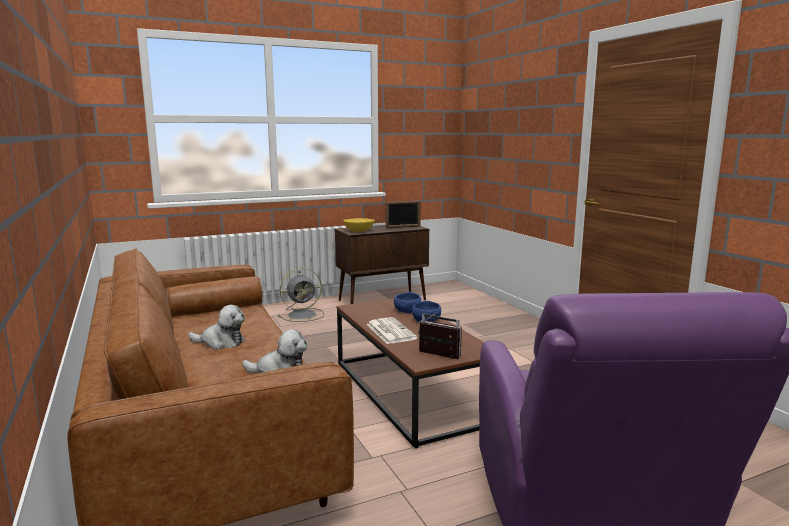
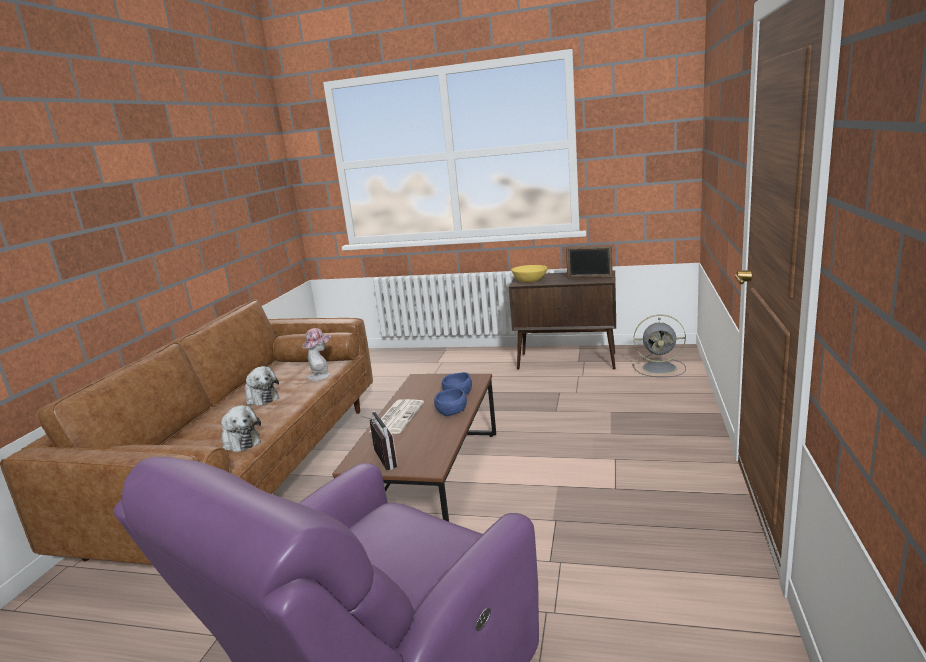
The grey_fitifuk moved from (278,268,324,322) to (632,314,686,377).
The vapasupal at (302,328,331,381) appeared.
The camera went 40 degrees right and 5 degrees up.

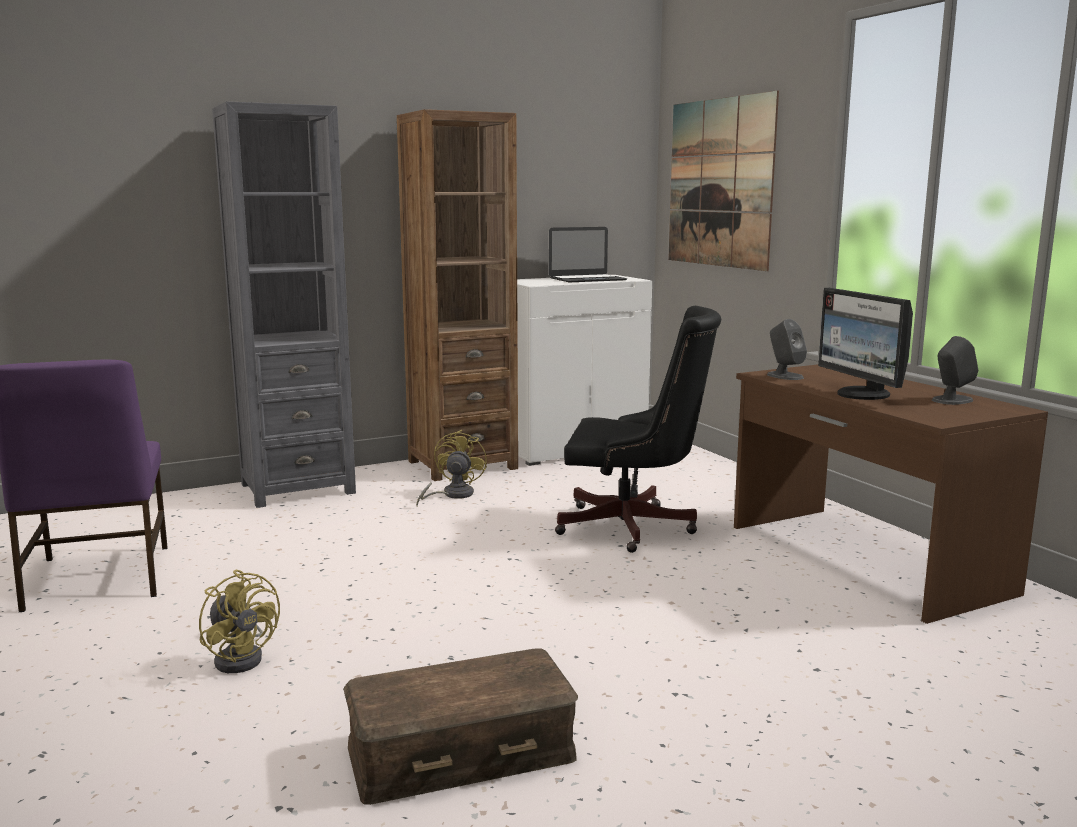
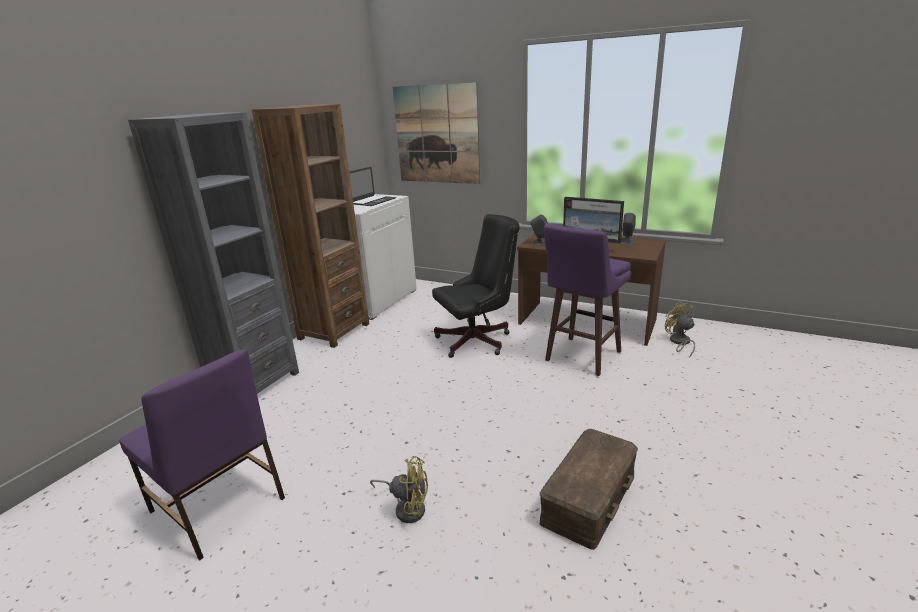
The yellow_fitifuk moved from (416,430,487,506) to (665,301,695,357).
The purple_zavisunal at (544,225,631,376) appeared.
The camera went 35 degrees left and 10 degrees up.

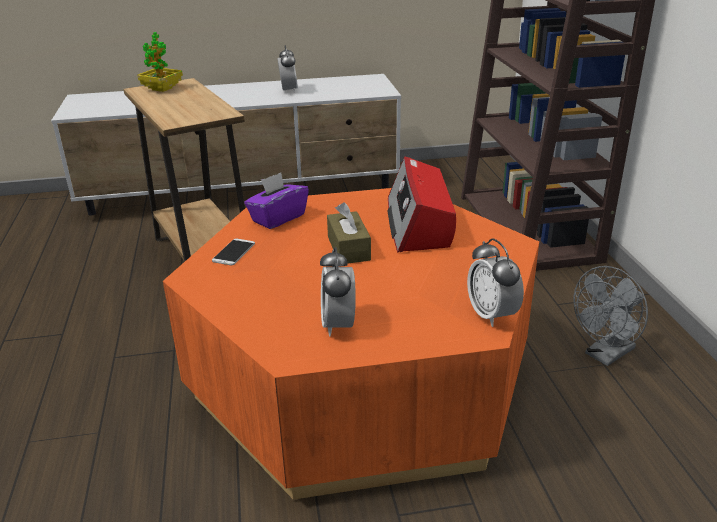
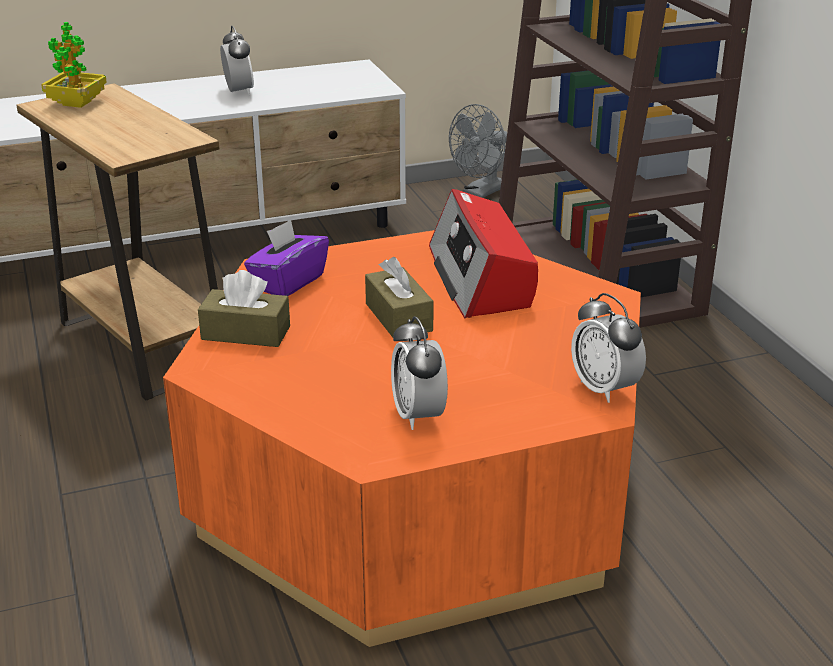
The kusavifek at (212,239,255,265) was replaced by the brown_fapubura at (198,270,290,347).
The grey_fitifuk moved from (573,266,648,366) to (449,104,507,198).
The camera went 10 degrees left and 0 degrees up.

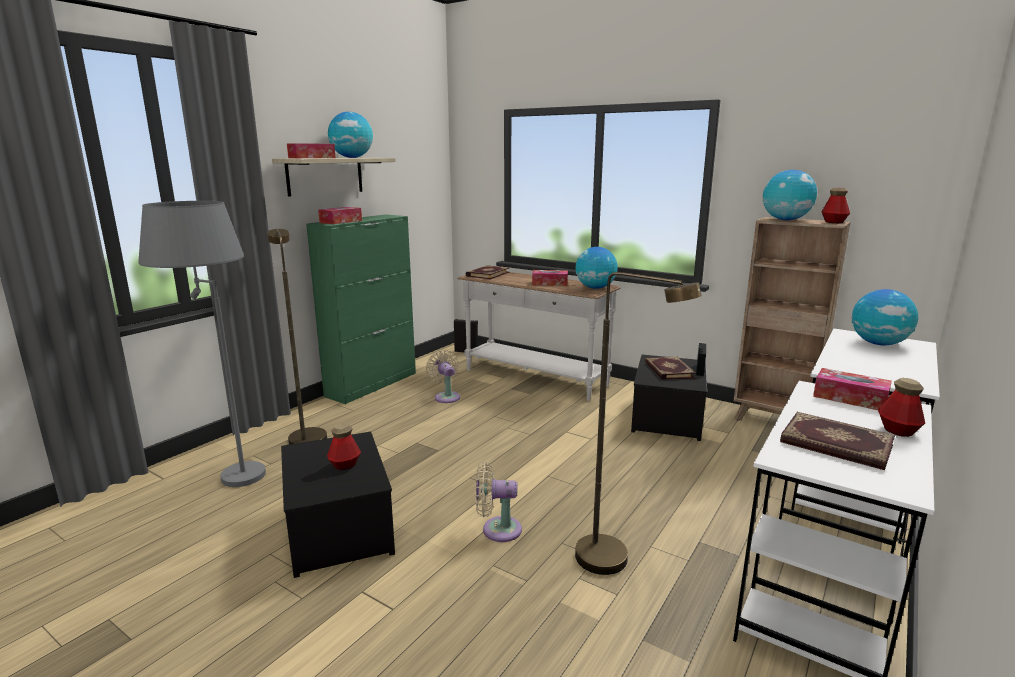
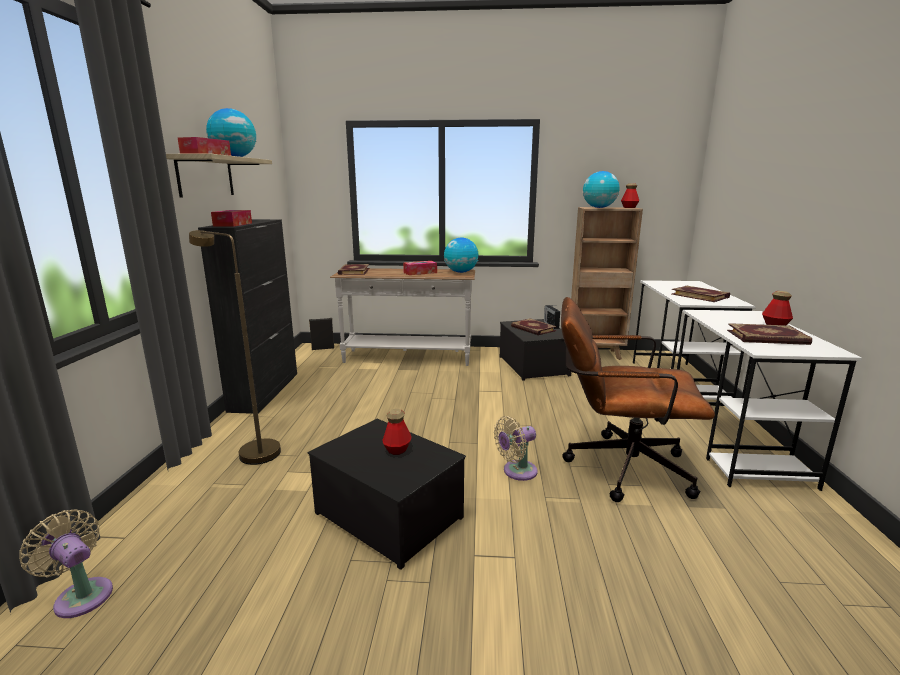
The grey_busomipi at (138,201,266,487) disappeared.
The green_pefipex at (306,214,416,404) became the black_pefipex at (198,219,297,414).
The beige_fitifuk moved from (426,350,460,403) to (19,509,113,618).
The brown_busomipi at (575,272,701,575) was replaced by the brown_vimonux at (561,297,715,502).
The fapubura at (813,368,892,410) disappeared.
The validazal at (851,289,918,345) disappeared.
The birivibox at (672,286,730,302) appeared.
The camera went 30 degrees left and 0 degrees up.

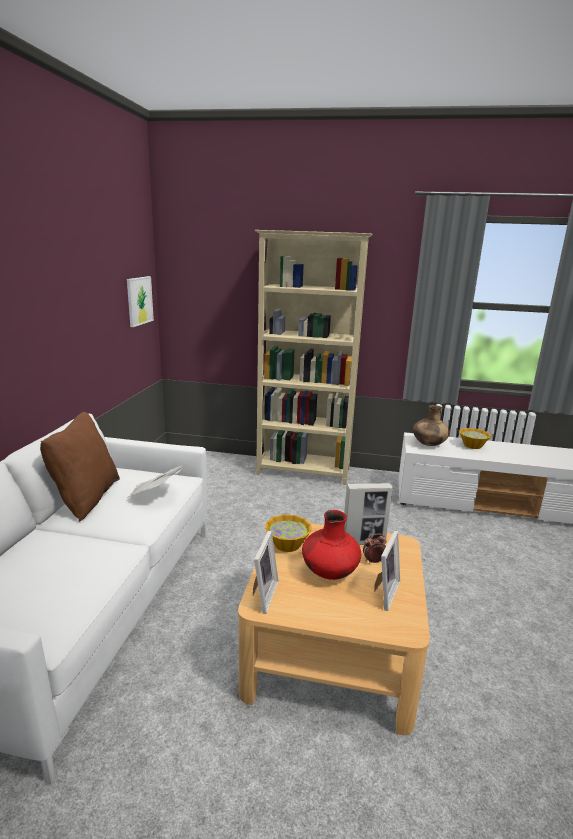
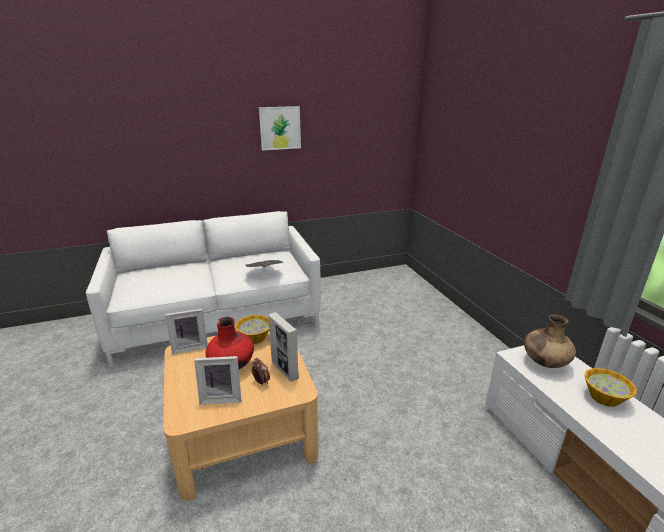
The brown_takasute at (40,412,120,522) disappeared.
The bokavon moved from (127,276,154,327) to (259,106,301,150).
The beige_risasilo at (255,230,373,485) disappeared.
The camera went 60 degrees right and 5 degrees up.

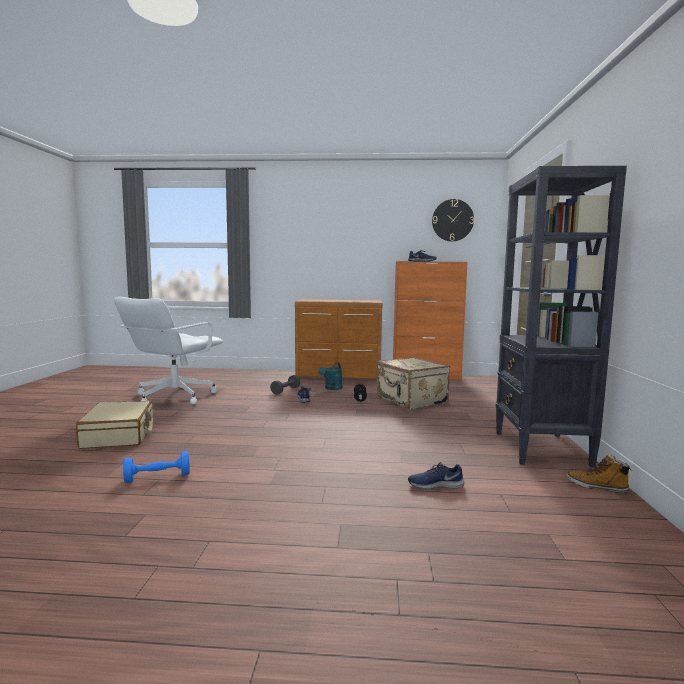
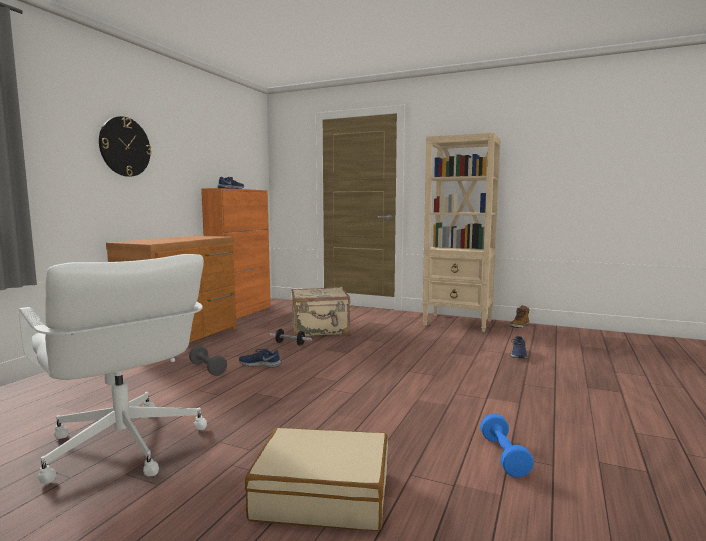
The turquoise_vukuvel at (318,362,342,390) disappeared.
The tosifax moved from (432,199,474,241) to (99,116,152,177).
The black_risasilo at (496,166,627,467) became the beige_risasilo at (422,132,501,332).
The camera went 70 degrees left and 0 degrees up.

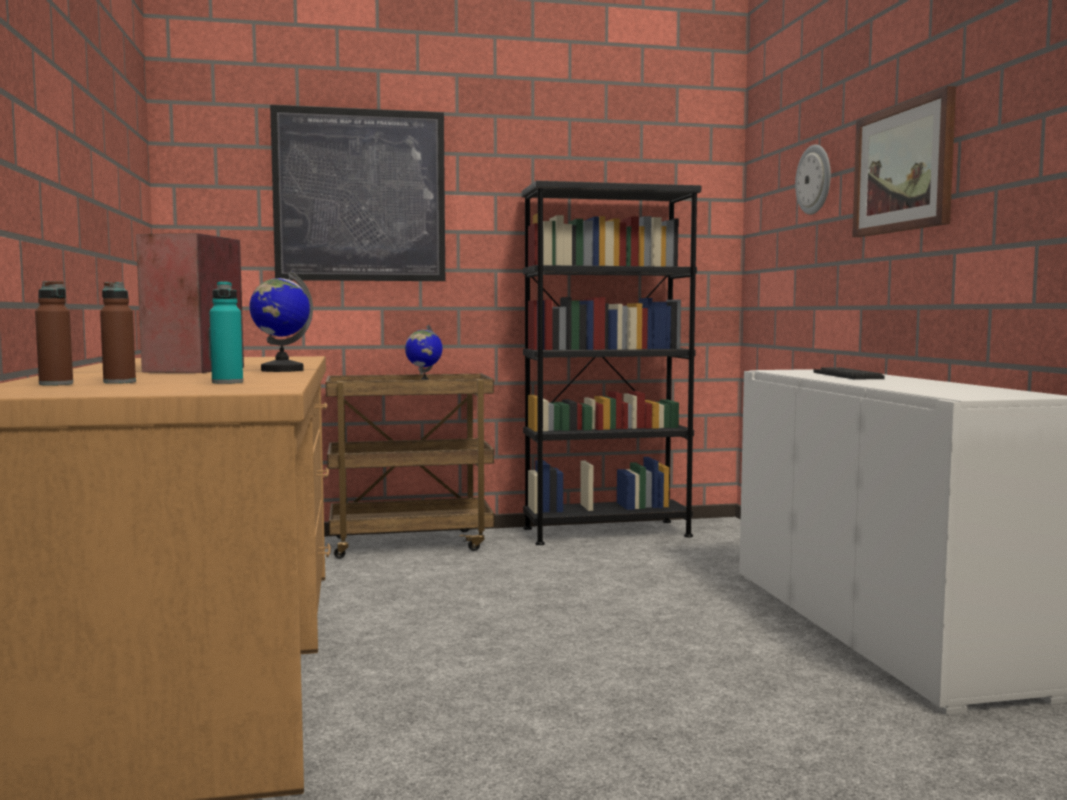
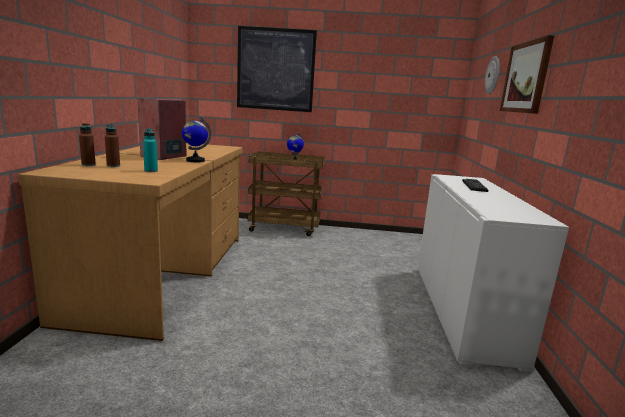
The black_risasilo at (522,180,701,545) disappeared.
The camera went 15 degrees right and 10 degrees up.

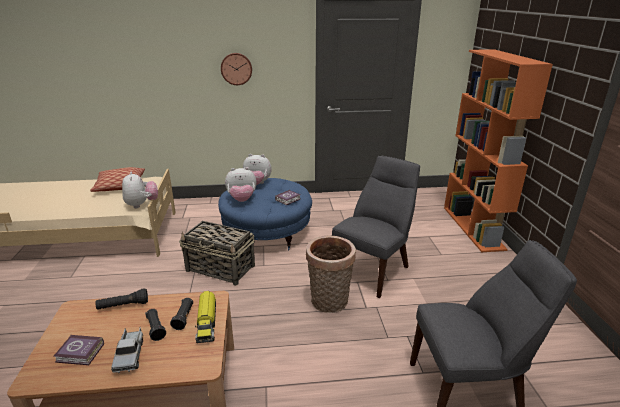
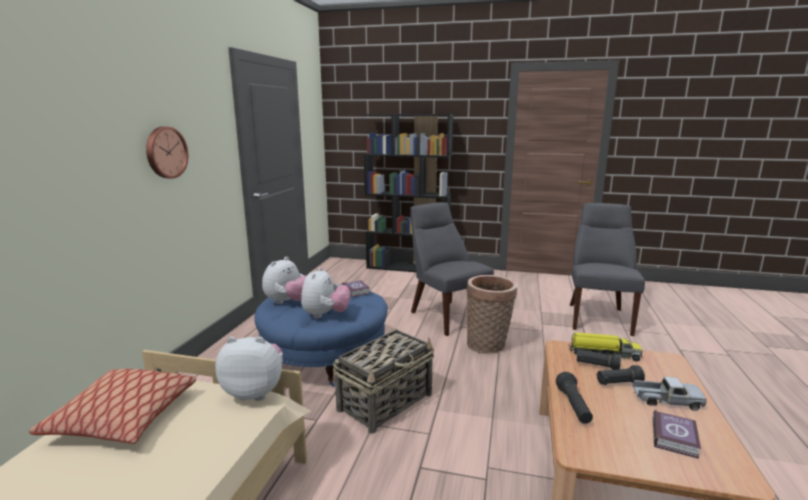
The orange_risasilo at (444,49,553,252) became the black_risasilo at (363,114,453,272).
The camera went 70 degrees left and 10 degrees down.

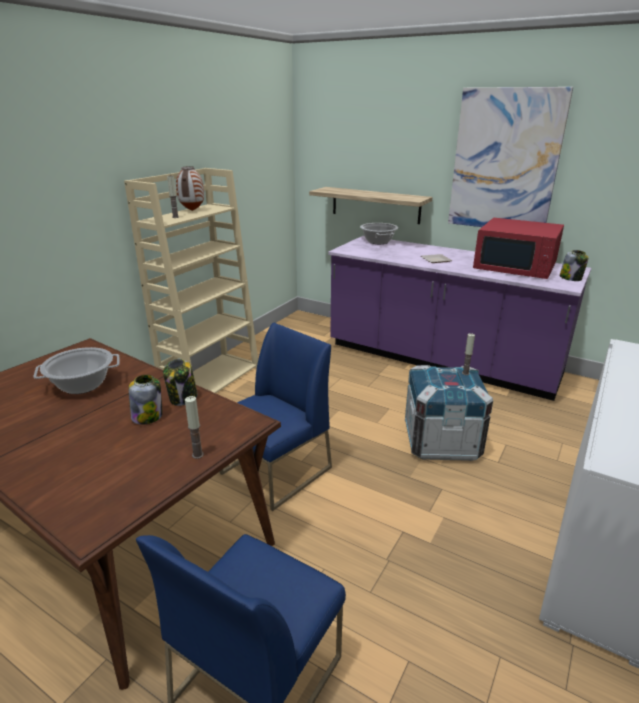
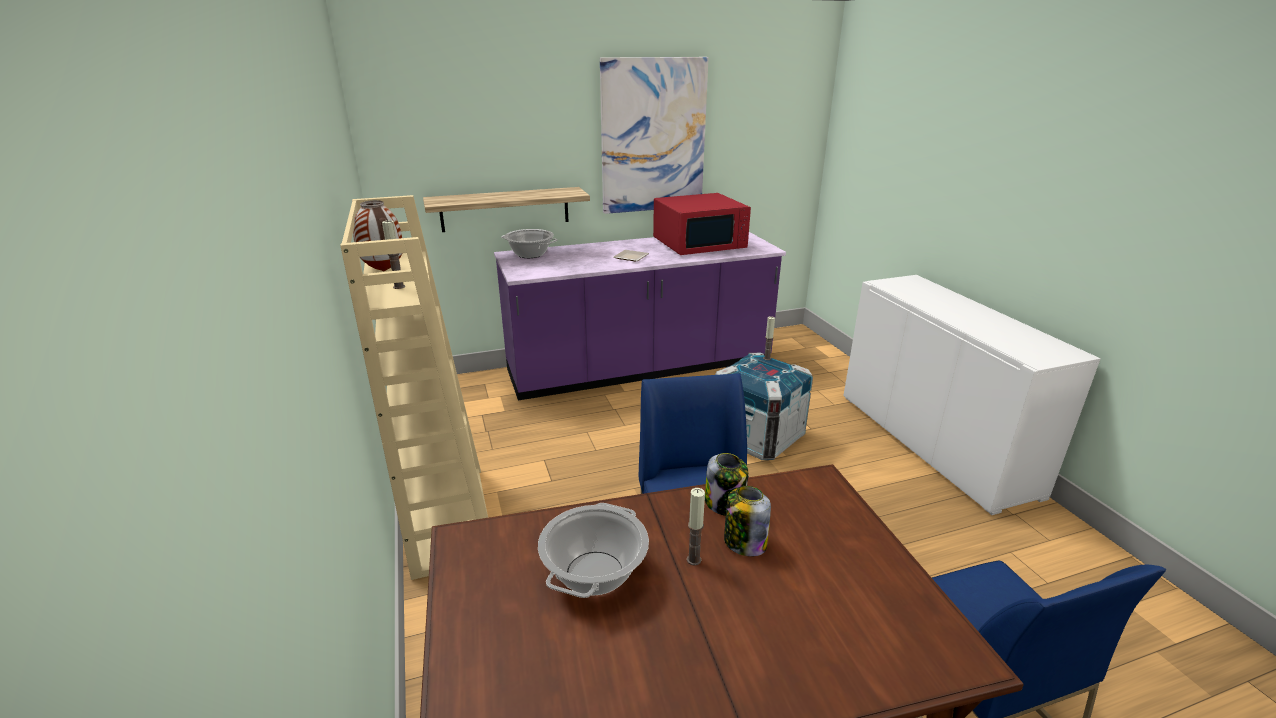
The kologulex moved from (185,396,204,459) to (687,488,705,566).
The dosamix at (560,250,589,281) disappeared.
The camera went 50 degrees left and 0 degrees up.

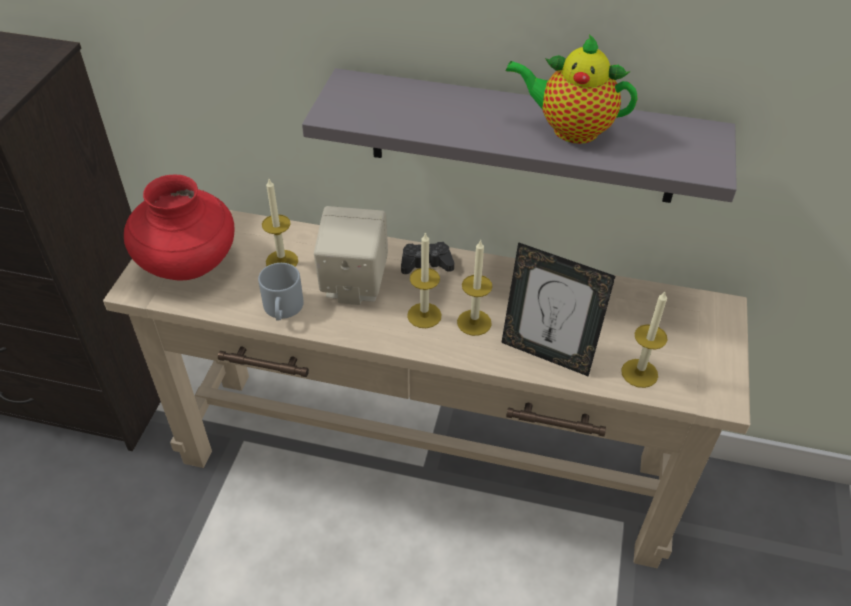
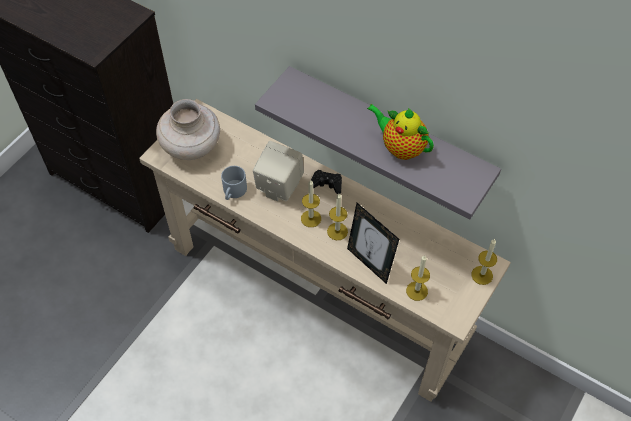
The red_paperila at (124,174,235,281) became the beige_paperila at (156,99,220,160).
The kologulex moved from (262,179,298,267) to (471,239,497,285).
The camera went 20 degrees right and 10 degrees up.

